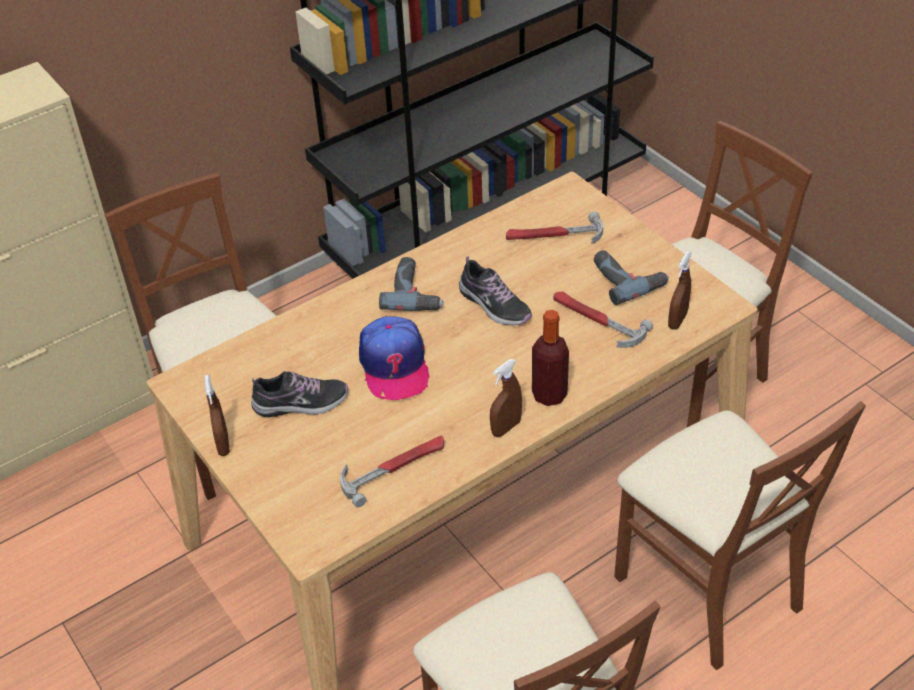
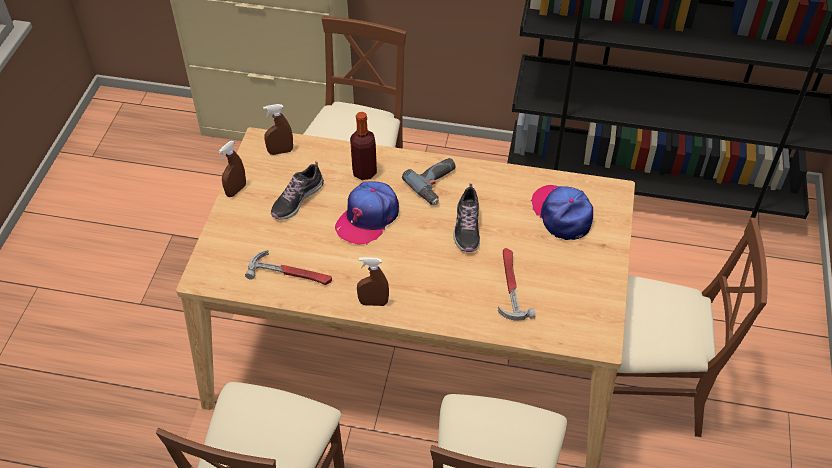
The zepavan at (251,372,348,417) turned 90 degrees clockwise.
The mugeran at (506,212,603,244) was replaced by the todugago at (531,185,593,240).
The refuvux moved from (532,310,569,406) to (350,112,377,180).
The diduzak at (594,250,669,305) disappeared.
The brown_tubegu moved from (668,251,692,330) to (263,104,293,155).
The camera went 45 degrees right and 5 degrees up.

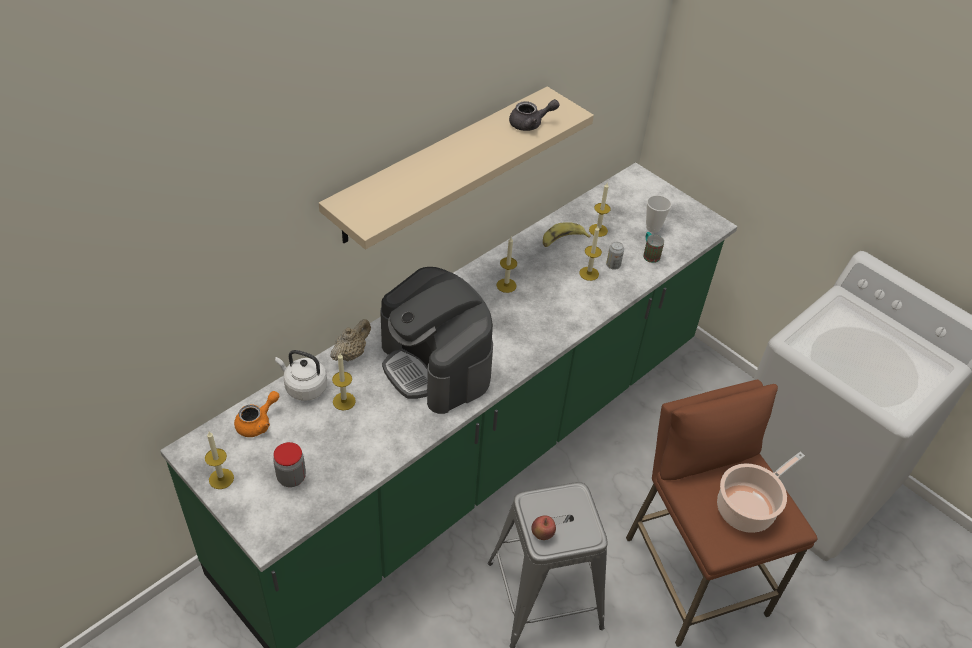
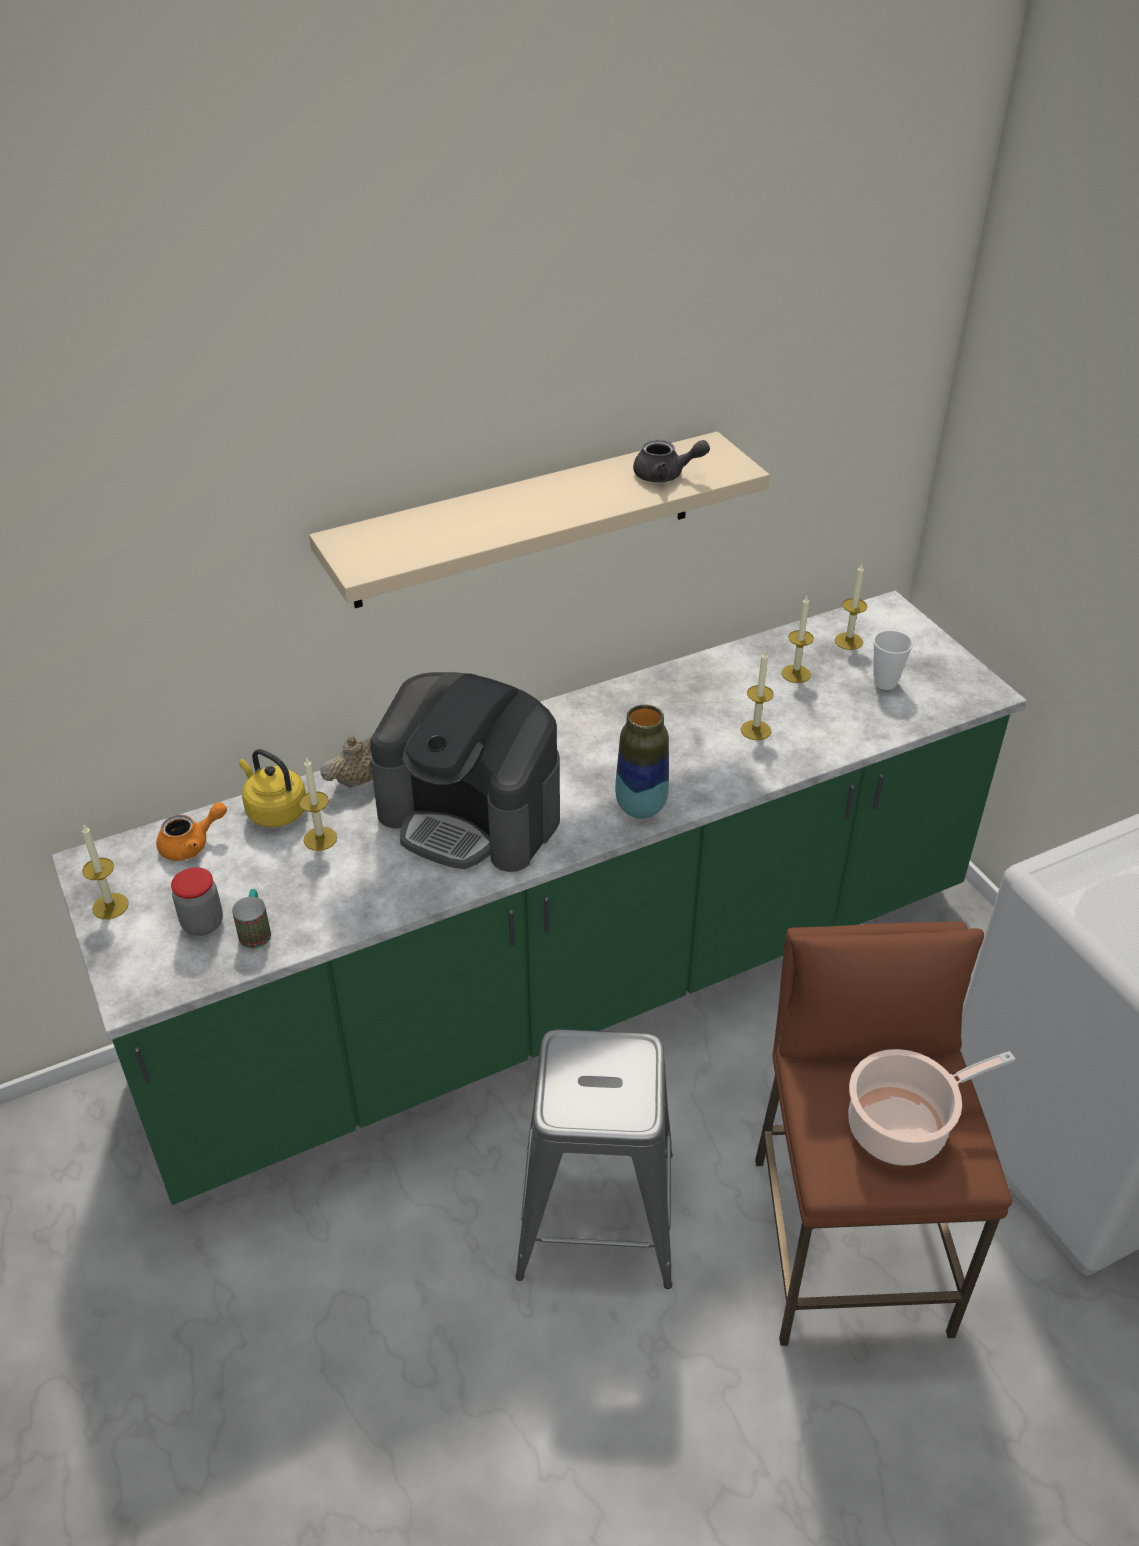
The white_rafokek at (275,350,327,401) became the yellow_rafokek at (239,749,306,827).
The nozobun at (380,267,493,414) turned 45 degrees counterclockwise.
The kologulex moved from (496,238,517,293) to (834,564,867,650).
The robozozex at (531,516,556,540) disappeared.
The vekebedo at (543,222,591,247) disappeared.
The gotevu at (606,242,624,270) disappeared.
The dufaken moved from (643,232,664,263) to (232,889,271,949).
The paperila at (615,705,669,819) appeared.
The camera went 20 degrees right and 5 degrees down.

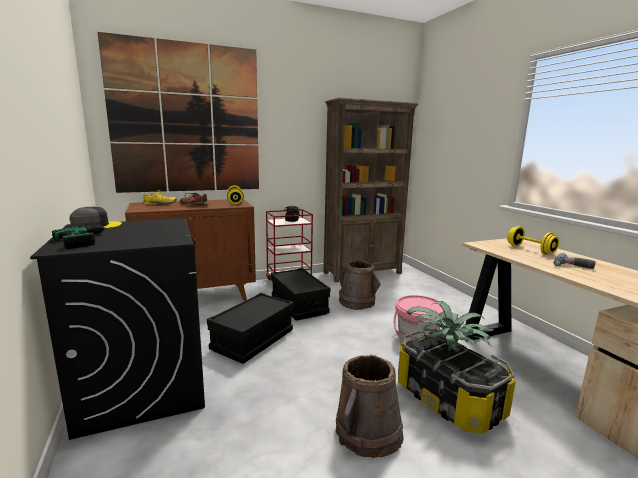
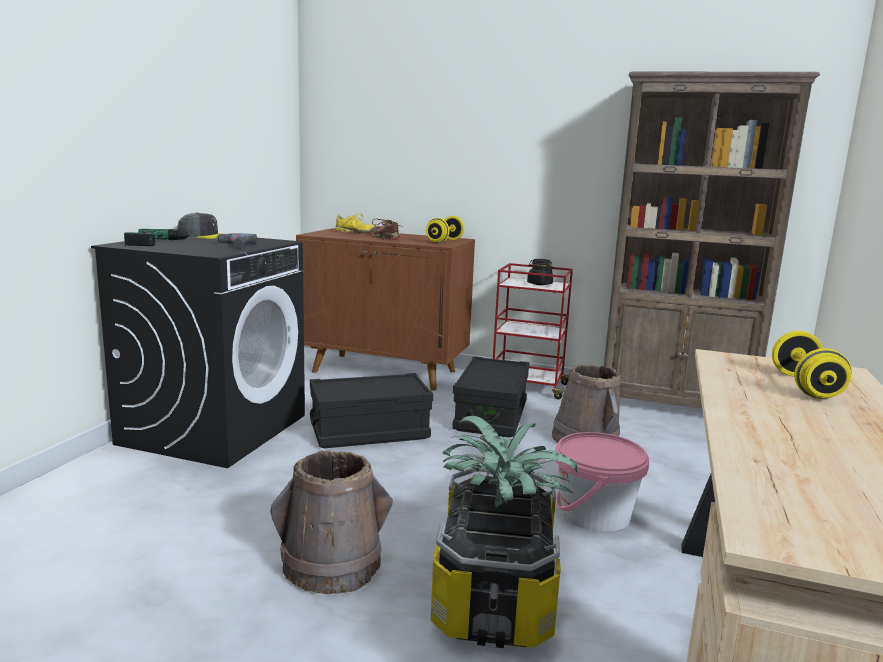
The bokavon at (97,32,259,193) disappeared.
The diduzak moved from (554,253,596,269) to (216,233,257,249).
The camera went 40 degrees right and 0 degrees up.

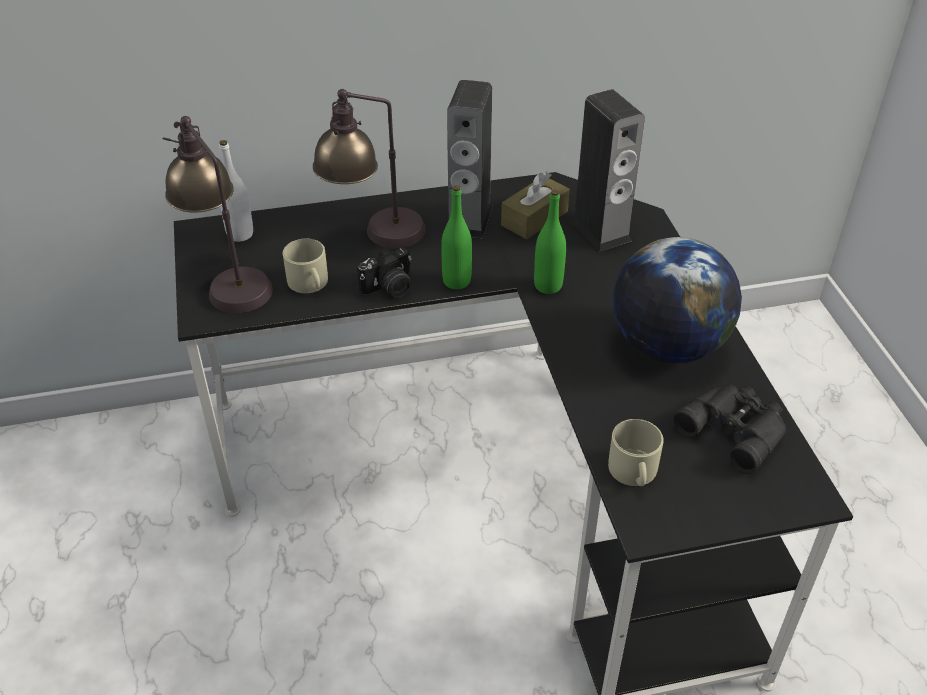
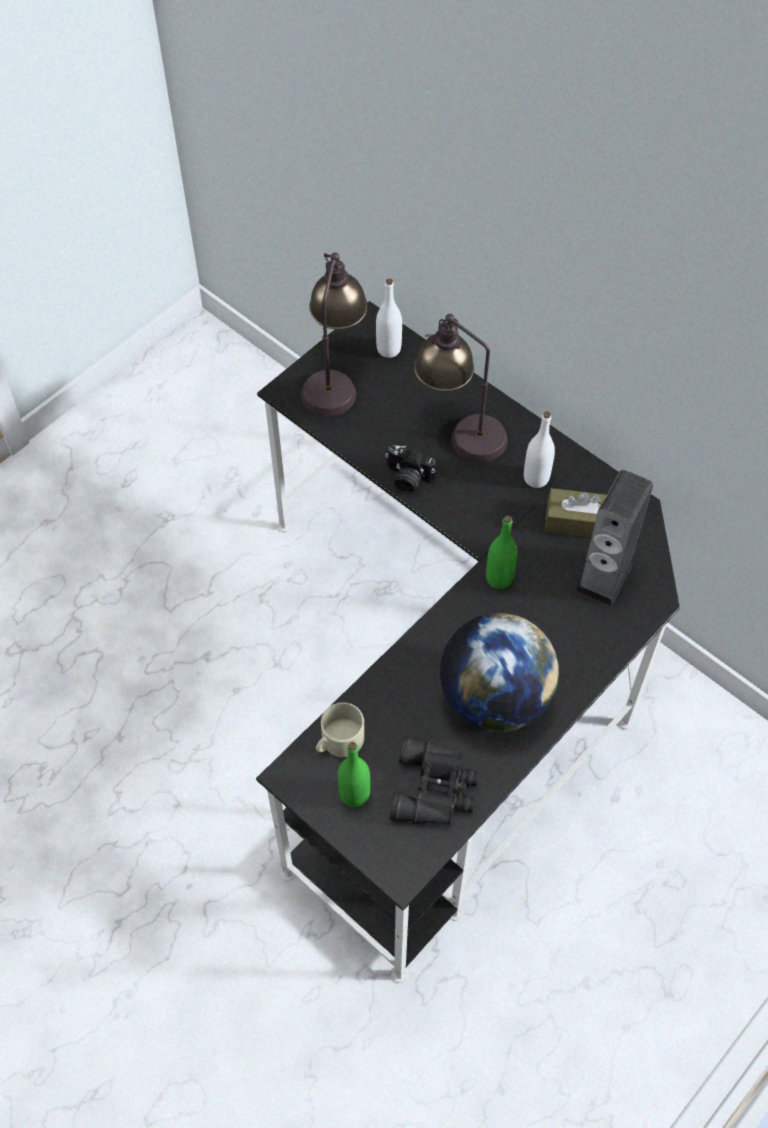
The beige_dufaken at (283,239,328,293) disappeared.
The green_refuvux moved from (441,185,472,289) to (338,742,370,807).
The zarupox at (447,80,493,238) was replaced by the white_refuvux at (524,411,555,488).
The camera went 55 degrees right and 15 degrees up.

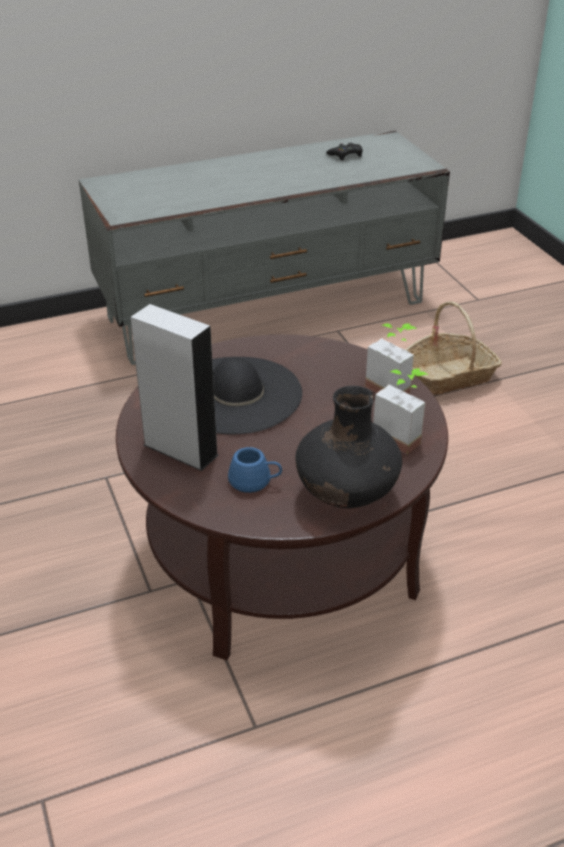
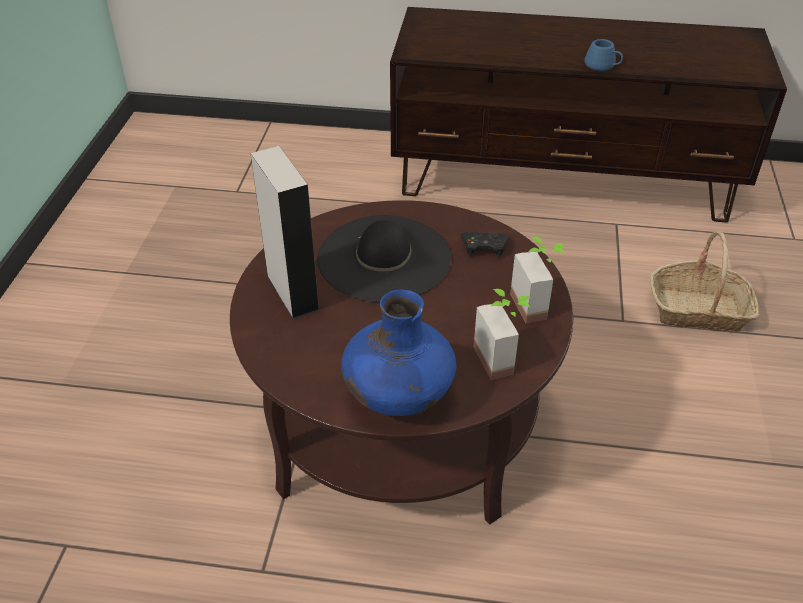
The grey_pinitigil at (79,131,450,365) became the brown_pinitigil at (390,7,787,223).
The blue_dufaken moved from (228,447,282,493) to (584,39,623,71).
The black_paperila at (295,386,402,508) became the blue_paperila at (341,290,457,416).
The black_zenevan moved from (326,143,363,161) to (461,231,509,258).
The camera went 30 degrees right and 5 degrees up.

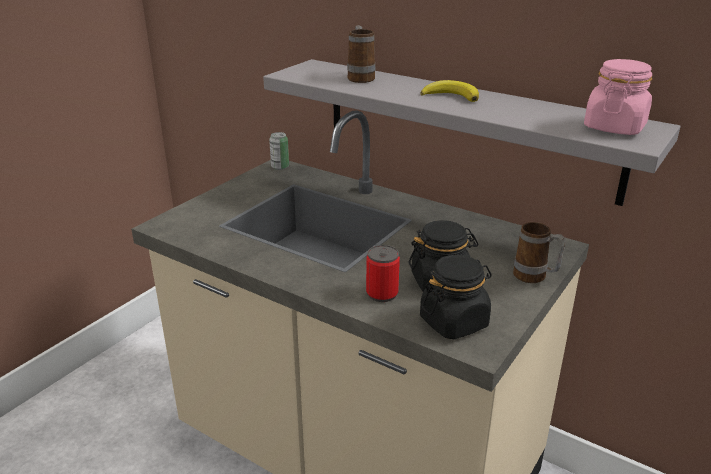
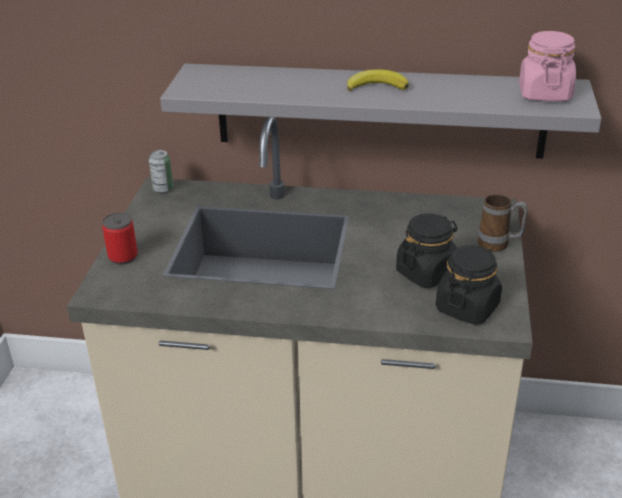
The dufaken at (347,25,376,83) disappeared.
The gotevu moved from (366,245,400,302) to (102,213,138,265).
The camera went 25 degrees left and 5 degrees up.

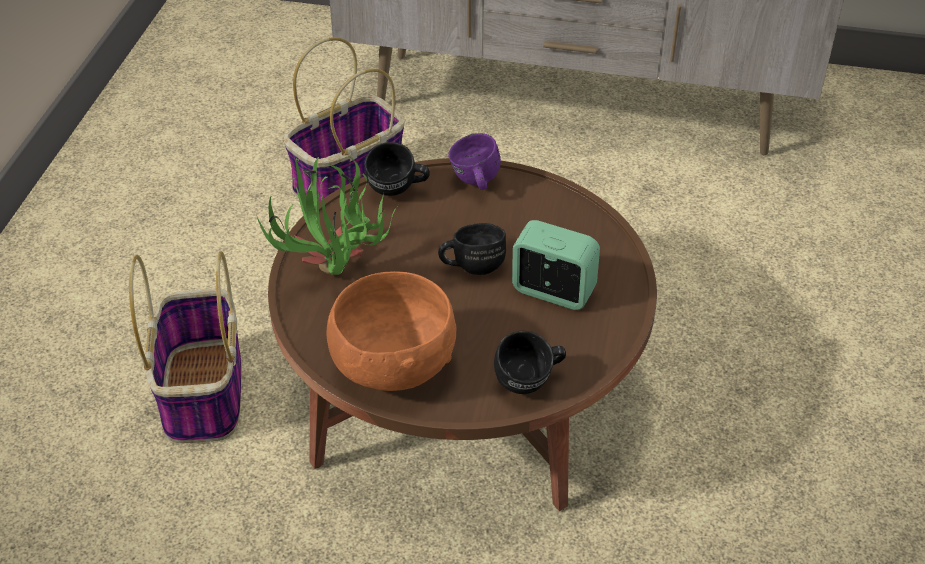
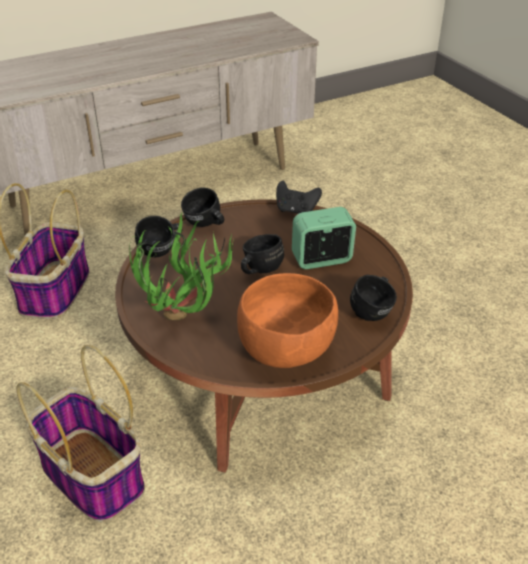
The purple_dufaken at (449,133,501,190) became the black_dufaken at (181,187,224,227).
The black_zenevan at (276,181,322,214) appeared.
The camera went 40 degrees left and 5 degrees down.

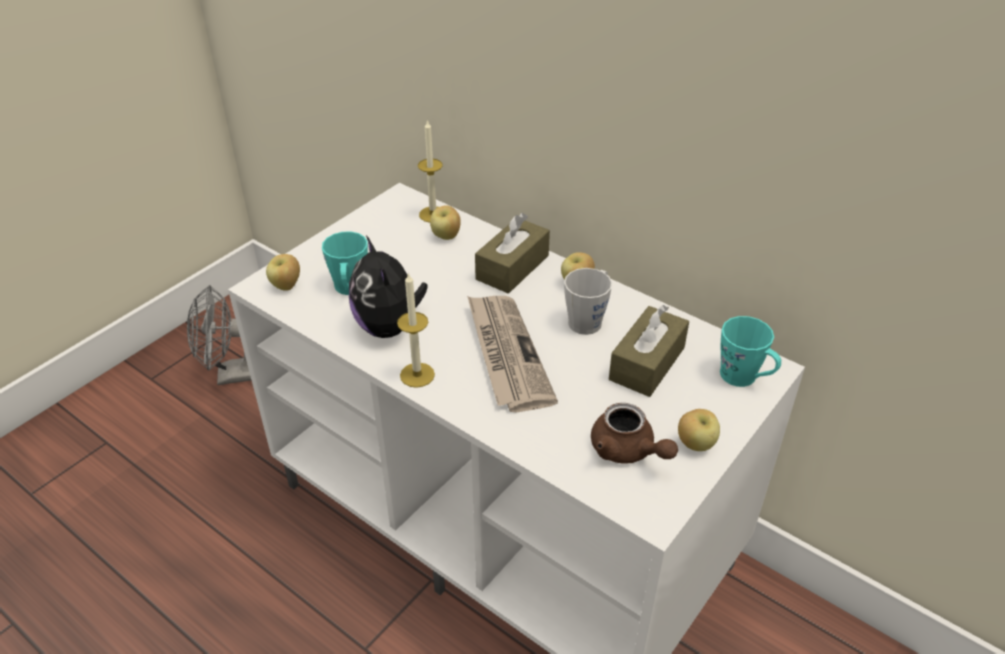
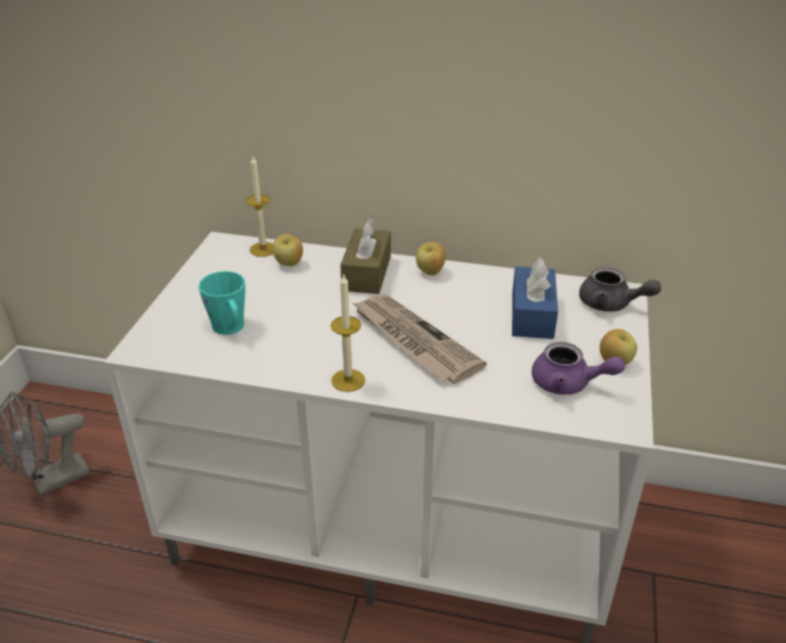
The robozozex at (266,254,300,291) disappeared.
The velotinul at (349,235,428,338) disappeared.
The grey_dufaken at (564,268,612,335) disappeared.
The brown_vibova at (591,403,678,464) became the purple_vibova at (532,342,625,395).
The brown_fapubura at (609,305,689,397) became the blue_fapubura at (512,258,558,339).
The turquoise_dufaken at (720,316,781,387) was replaced by the grey_vibova at (579,267,661,312).
The camera went 25 degrees left and 5 degrees down.

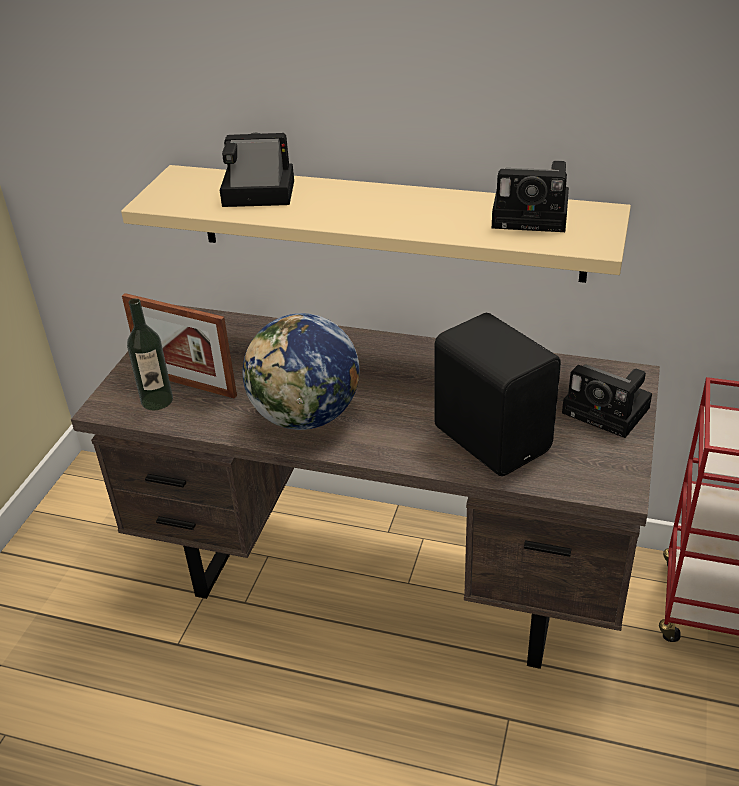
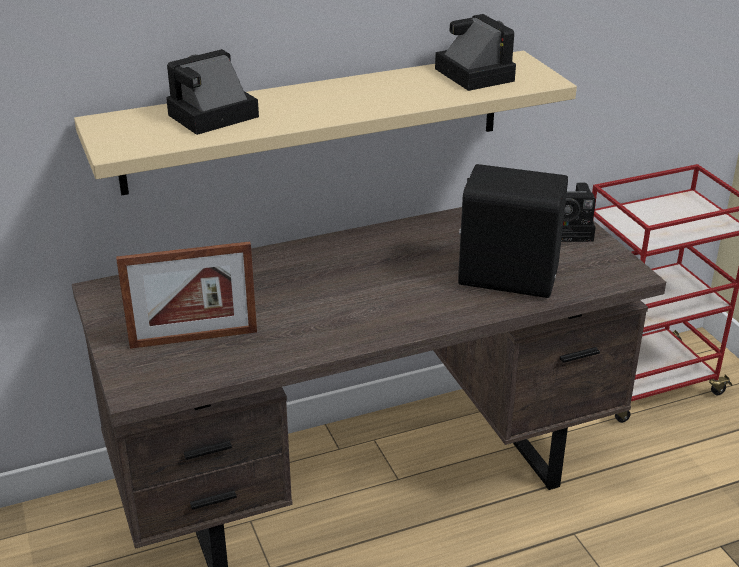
The refuvux at (127,298,173,410) disappeared.
The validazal at (243,313,360,430) disappeared.
The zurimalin at (492,161,569,232) turned 90 degrees counterclockwise.
The camera went 40 degrees left and 5 degrees down.

